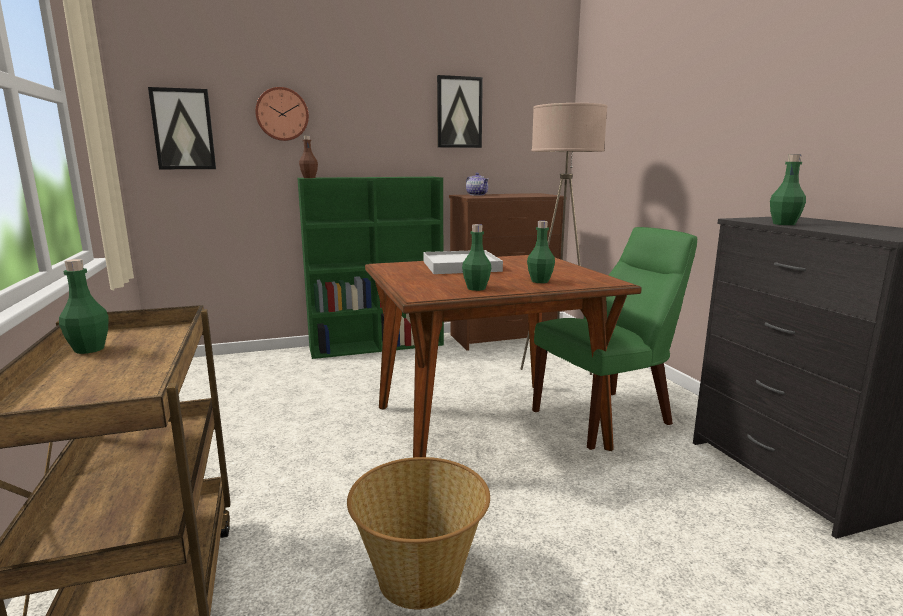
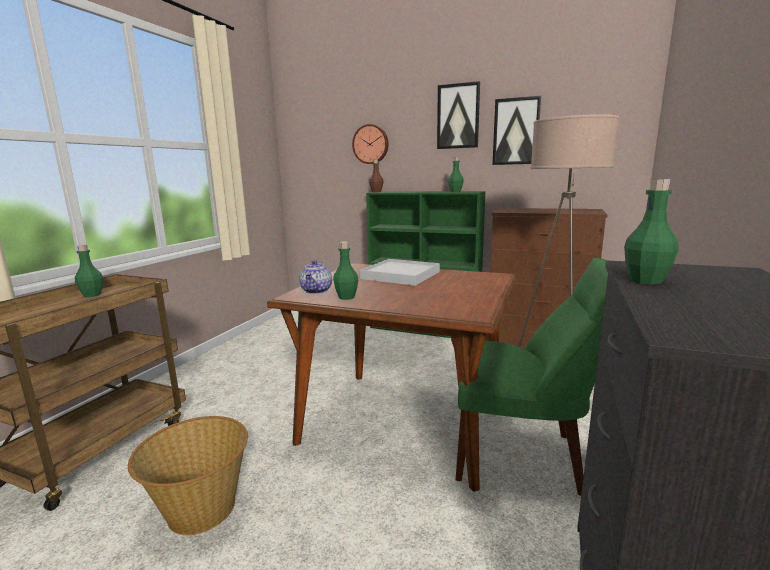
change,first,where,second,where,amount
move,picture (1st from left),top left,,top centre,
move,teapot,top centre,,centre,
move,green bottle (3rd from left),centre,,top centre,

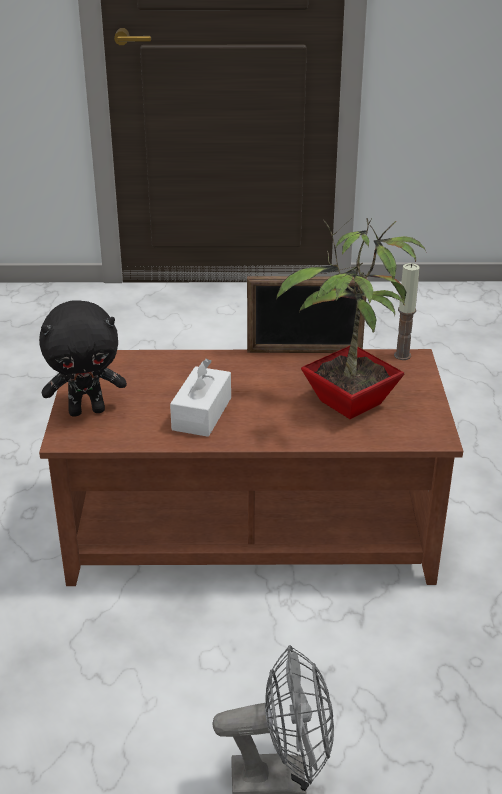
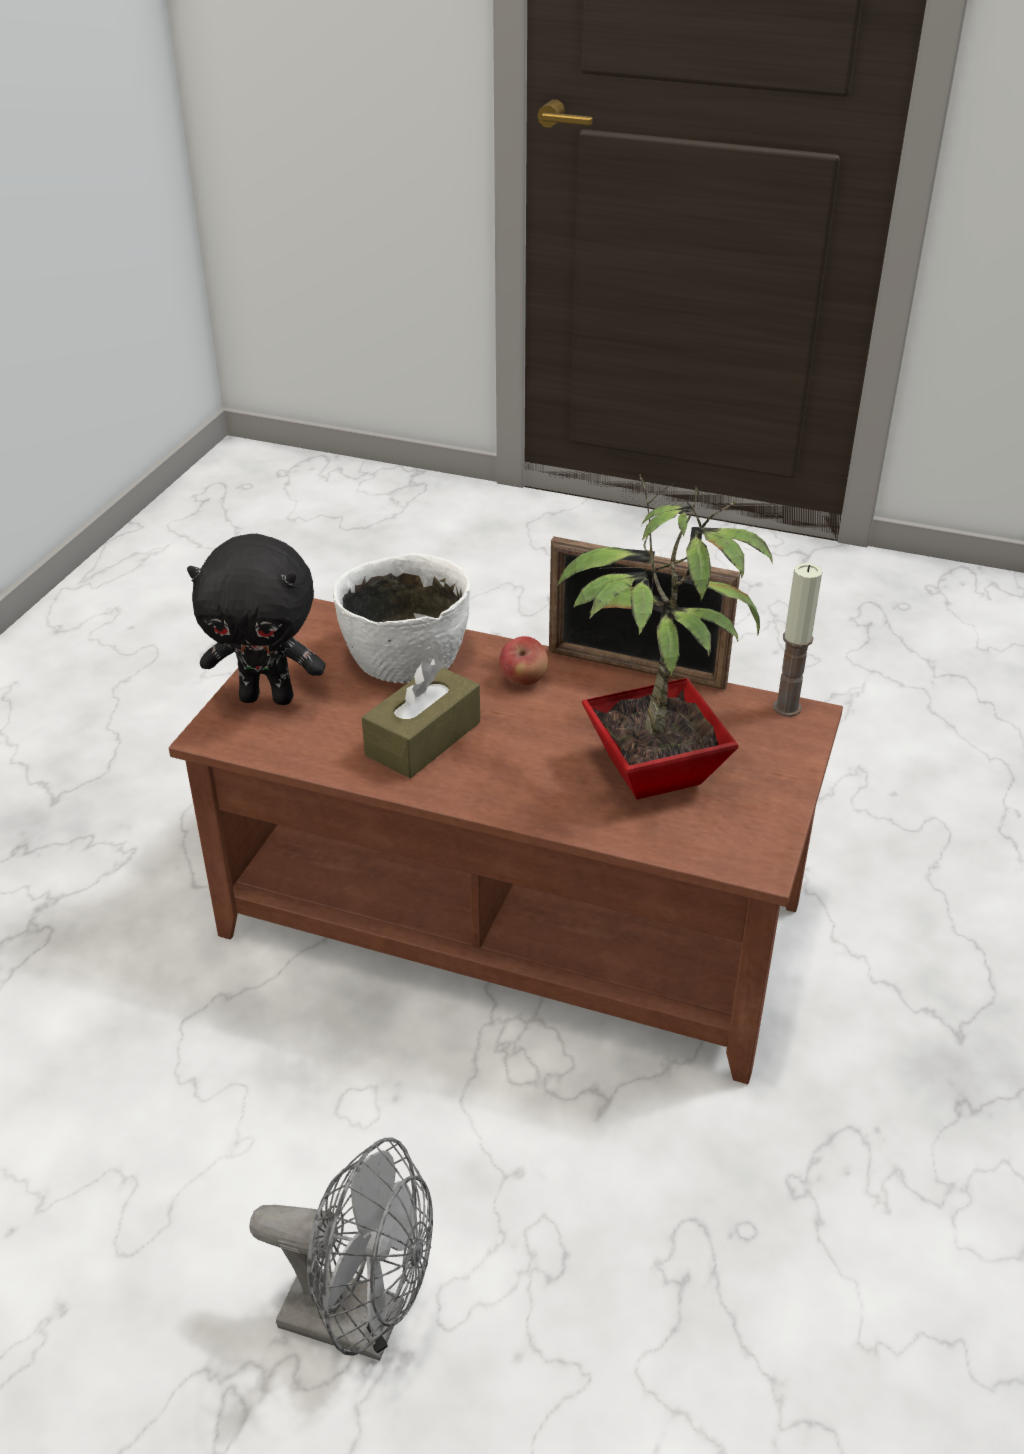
change,first,where,second,where,amount
recolor,white tissue box,centre,brown tissue box,centre,
insert,,,white bowl,centre,
insert,,,apple,centre,

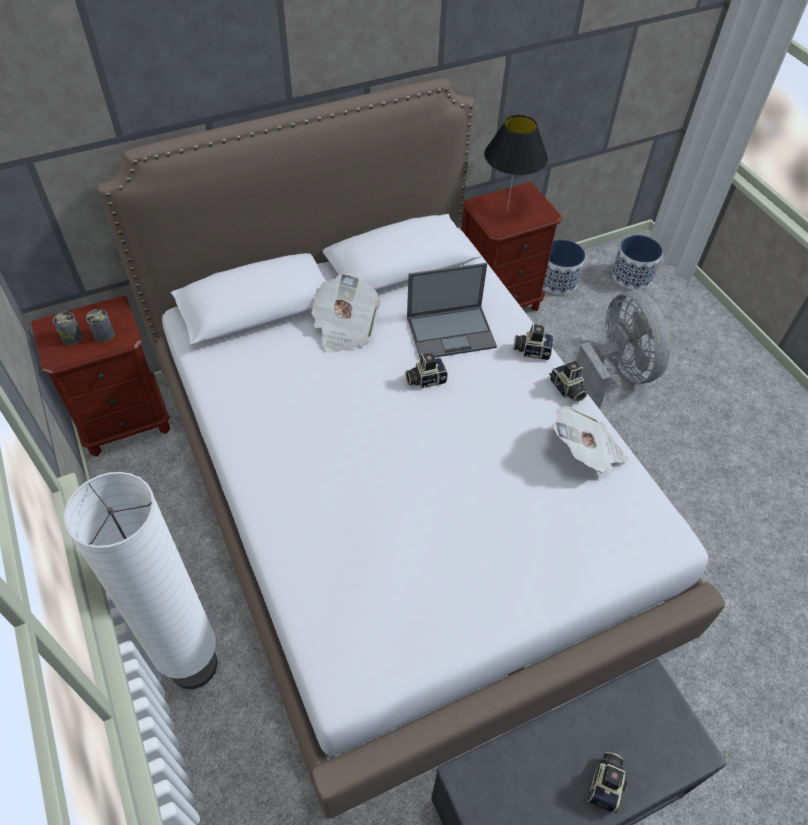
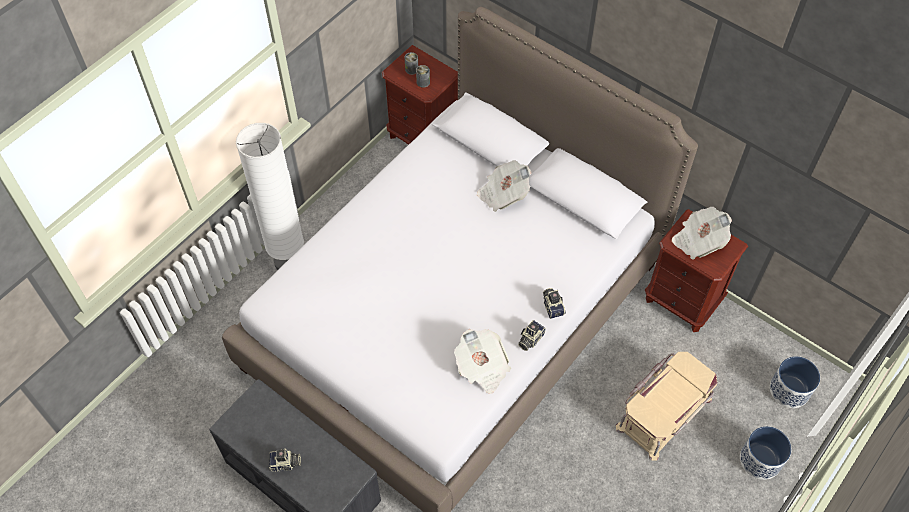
change,first,where,second,where,amount
delete,photo camera (1st from left),centre,,,
delete,laptop,centre,,,
replace,black table lamp,top centre,newspaper (3rd from left),middle right,
move,planter (1st from left),top right,,bottom right,
replace,grey fan,middle right,beige storage box,bottom right,

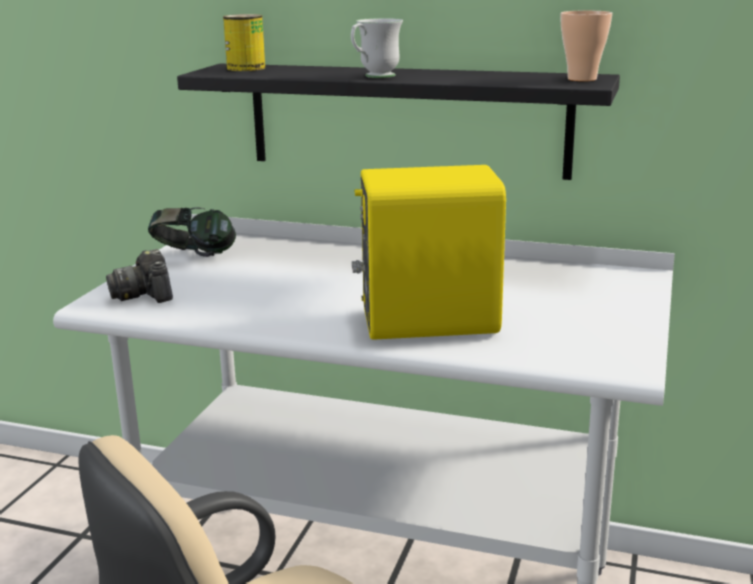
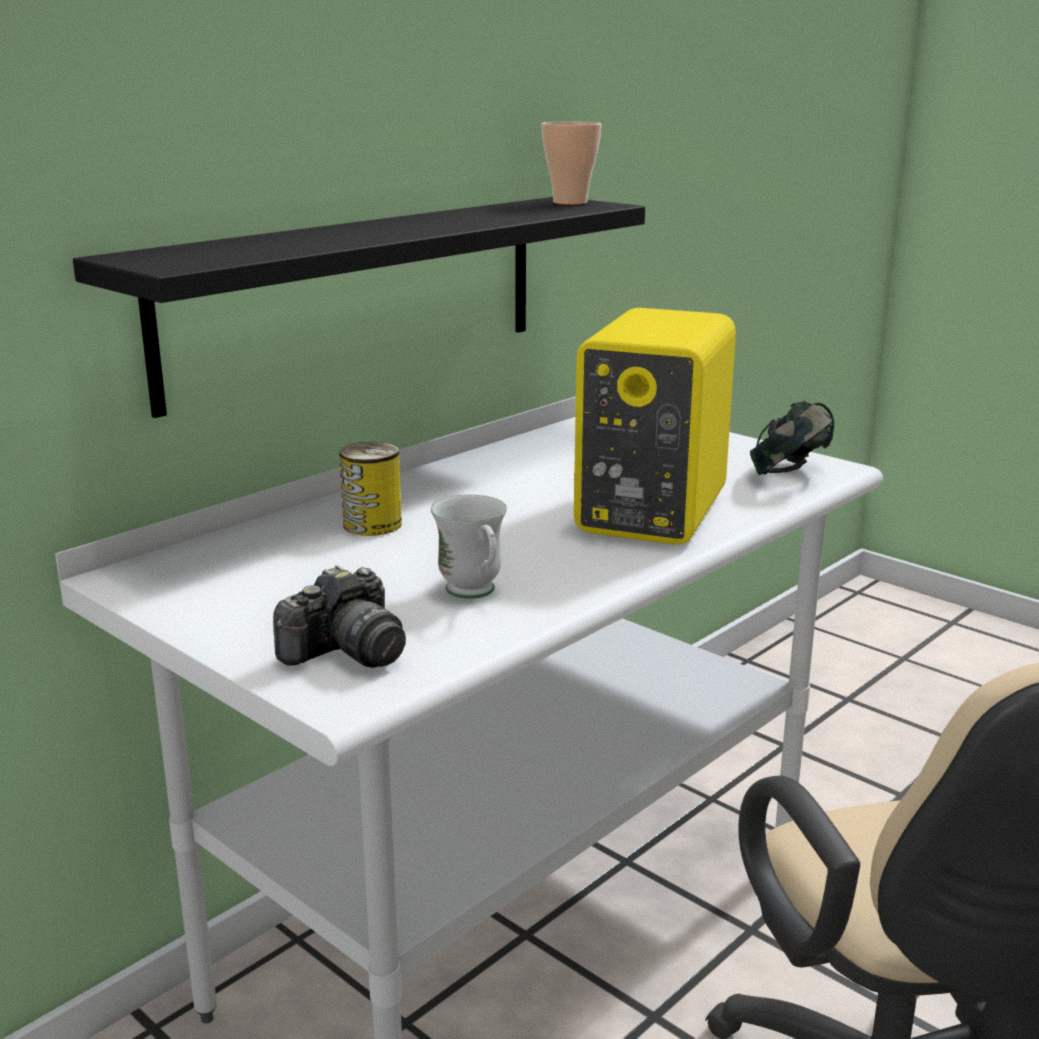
change,first,where,second,where,amount
rotate,photo camera,middle left,,middle left,45 degrees counterclockwise
move,headphones,middle left,,middle right,
move,can,top left,,centre,
move,white mug,top centre,,centre,

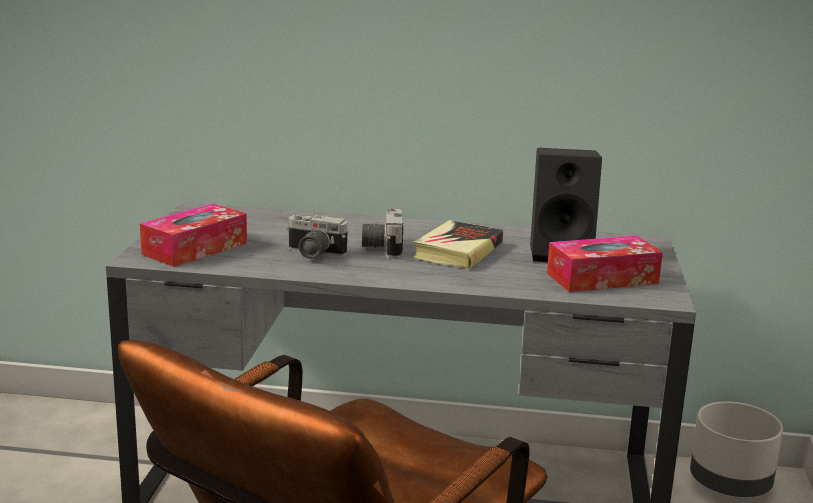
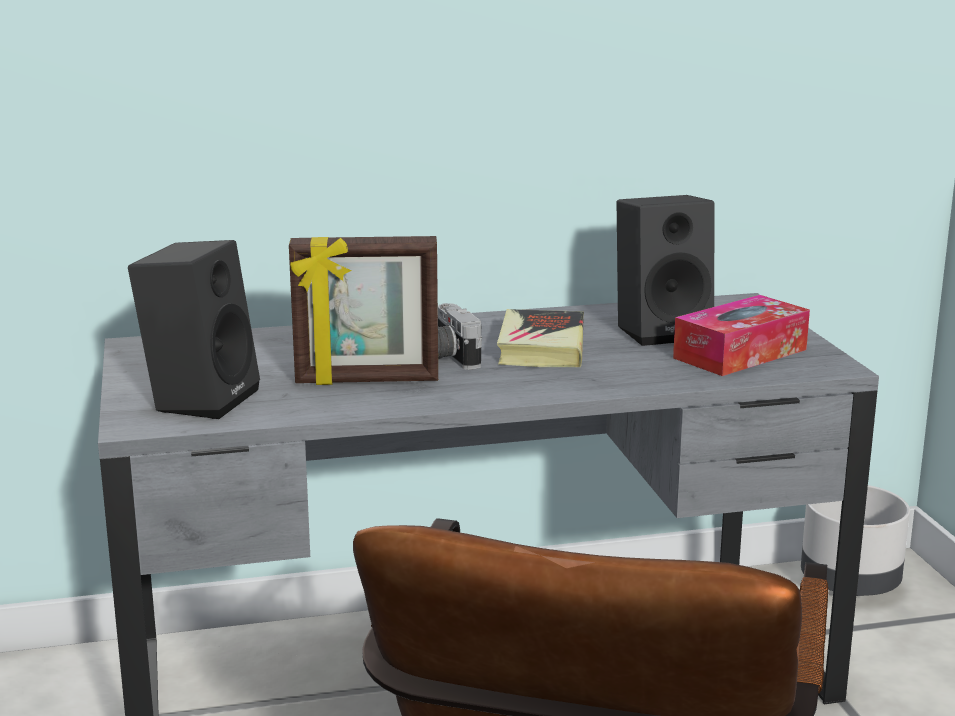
change,first,where,second,where,amount
replace,tissue box (1st from left),middle left,black speaker (1st from left),middle left,
replace,photo camera (1st from left),centre,picture frame,centre,

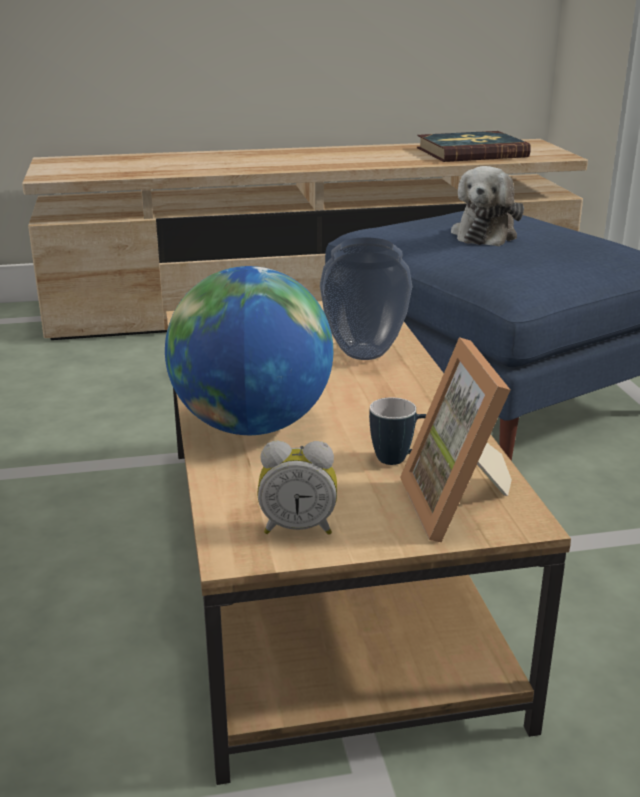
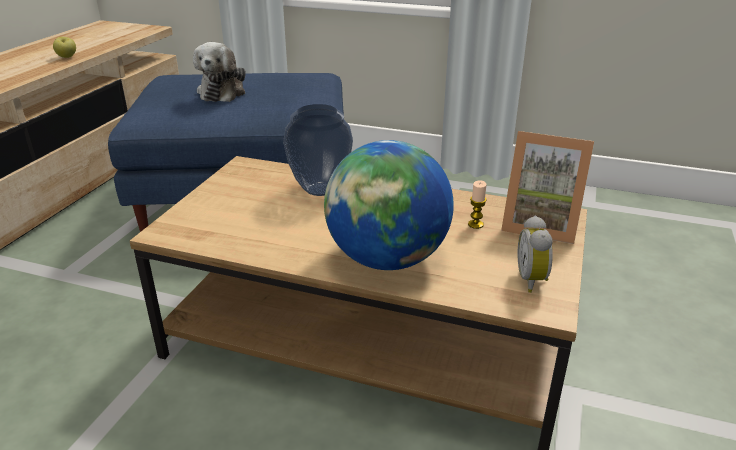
change,first,where,second,where,amount
rotate,alarm clock,centre,,middle right,150 degrees clockwise
replace,mug,centre,candle,centre,
delete,book,top right,,,
rotate,plush toy,top right,,top left,45 degrees clockwise
insert,,,apple,top left,

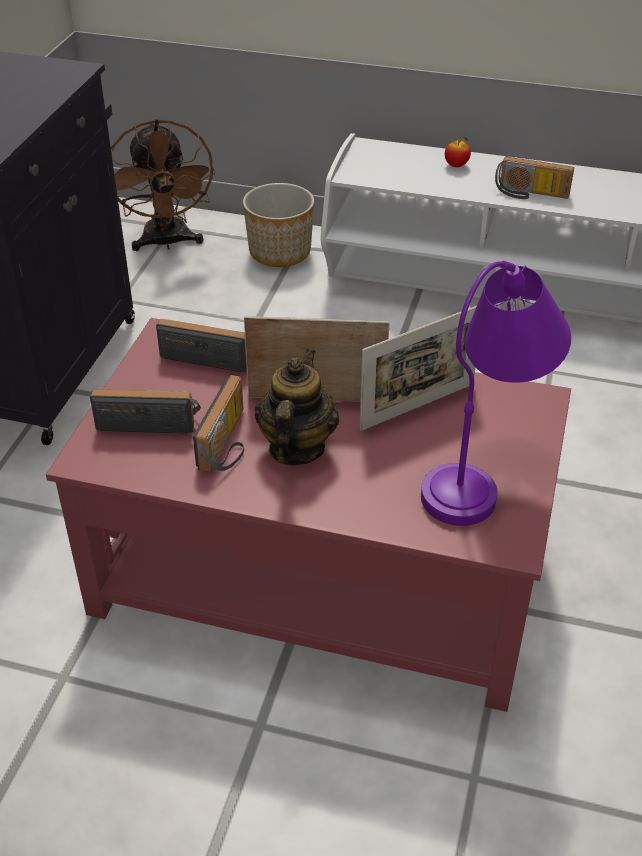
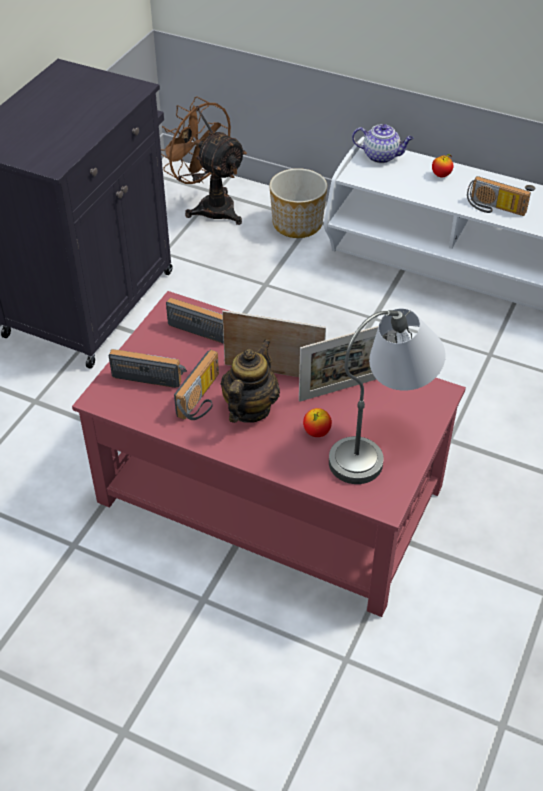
change,first,where,second,where,amount
rotate,brown fan,top left,,top centre,135 degrees clockwise
recolor,purple table lamp,middle right,grey table lamp,middle right,
insert,,,apple (1st from left),centre,
insert,,,teapot (2nd from left),top right,

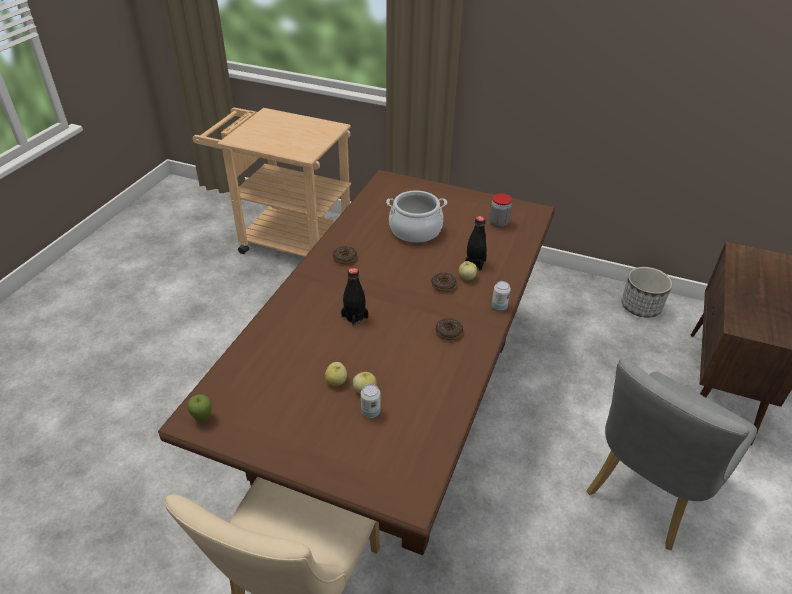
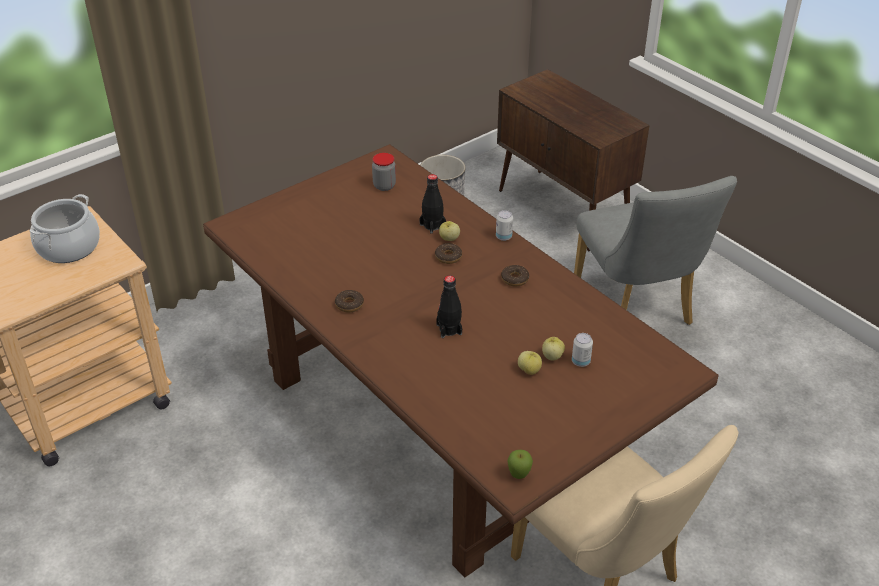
change,first,where,second,where,amount
move,cooking pot,centre,,middle left,

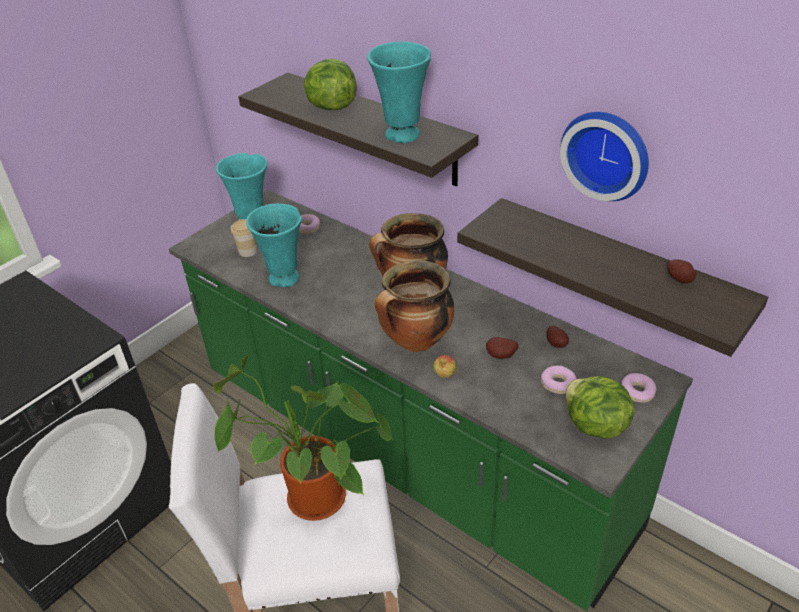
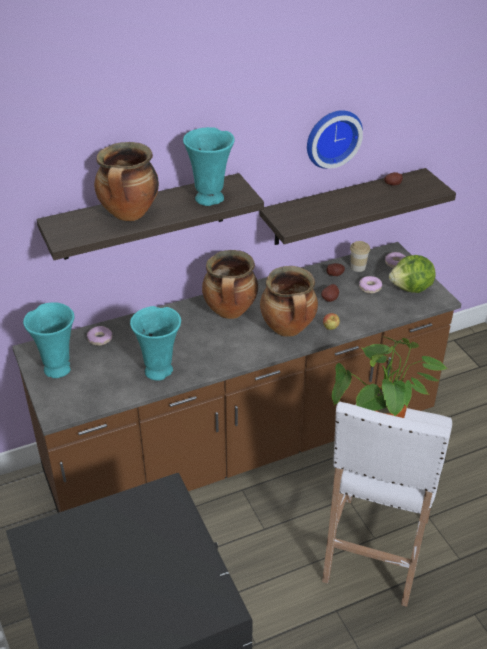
change,first,where,second,where,amount
recolor,green counter,centre,brown counter,centre,
move,cup,middle left,,middle right,
replace,lettuce (1st from left),top centre,cooking pot (1st from left),top left,

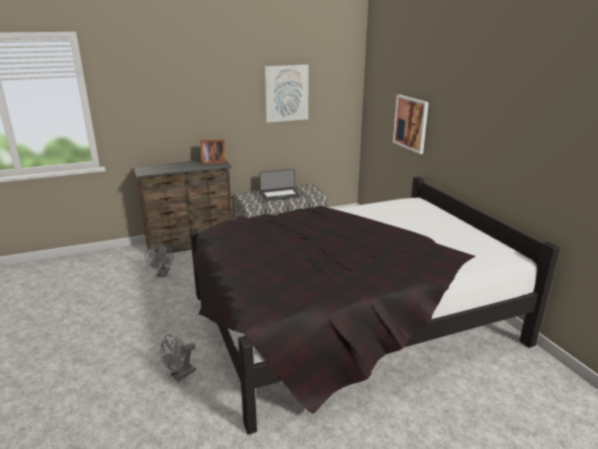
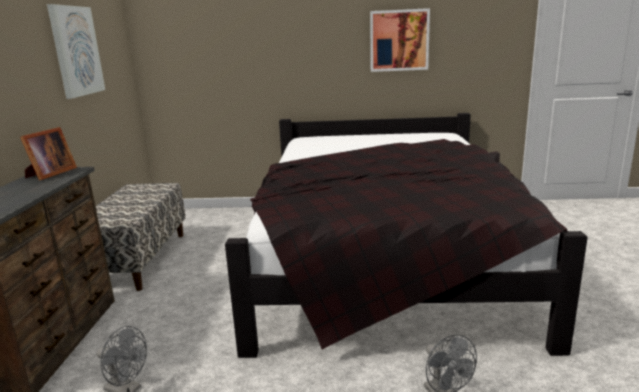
change,first,where,second,where,amount
delete,laptop,centre,,,
move,picture (2nd from left),top right,,top centre,

